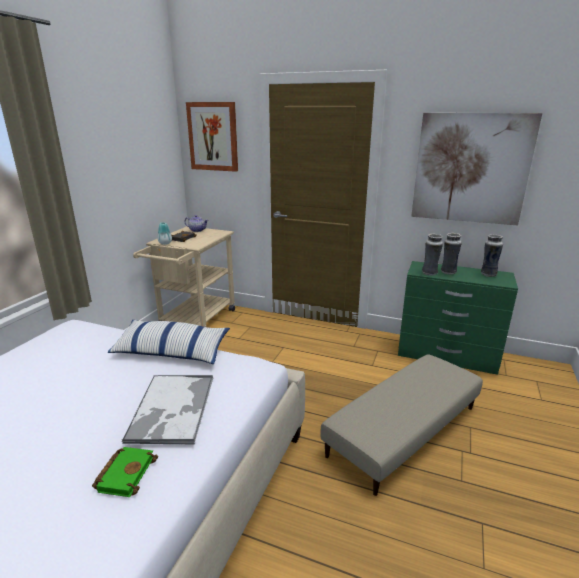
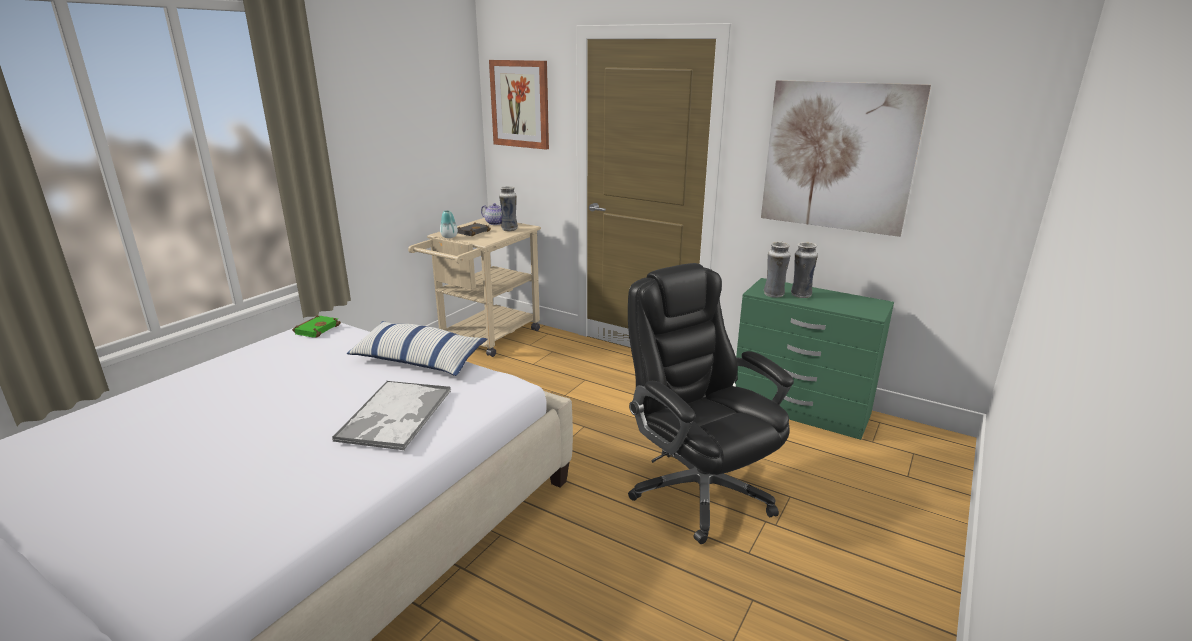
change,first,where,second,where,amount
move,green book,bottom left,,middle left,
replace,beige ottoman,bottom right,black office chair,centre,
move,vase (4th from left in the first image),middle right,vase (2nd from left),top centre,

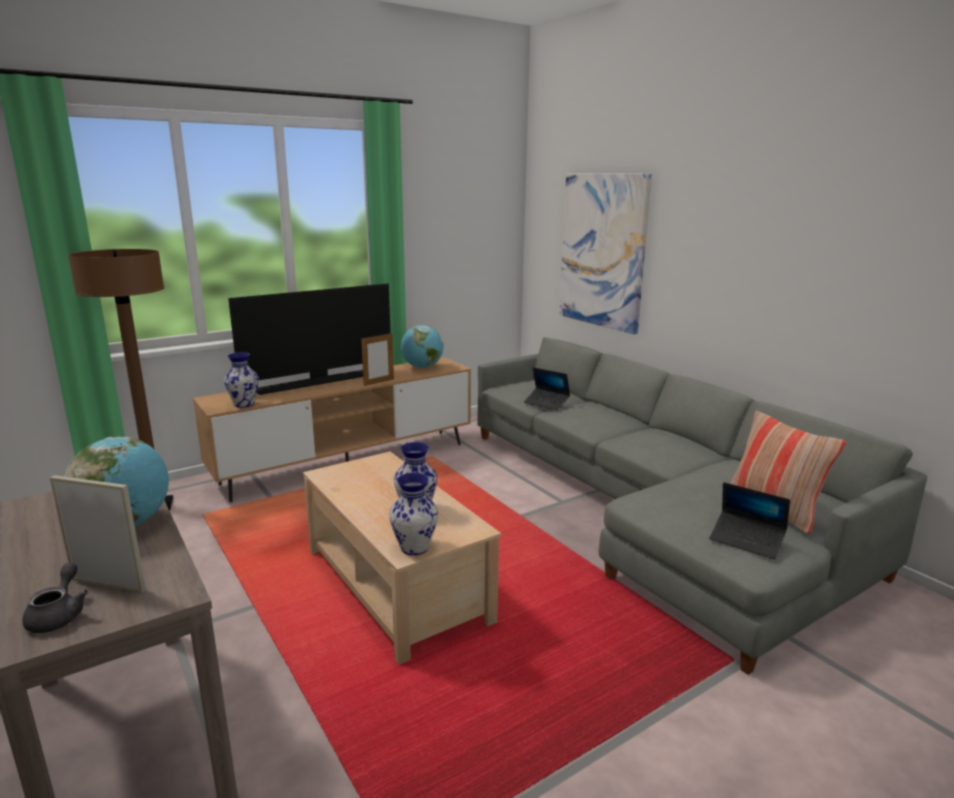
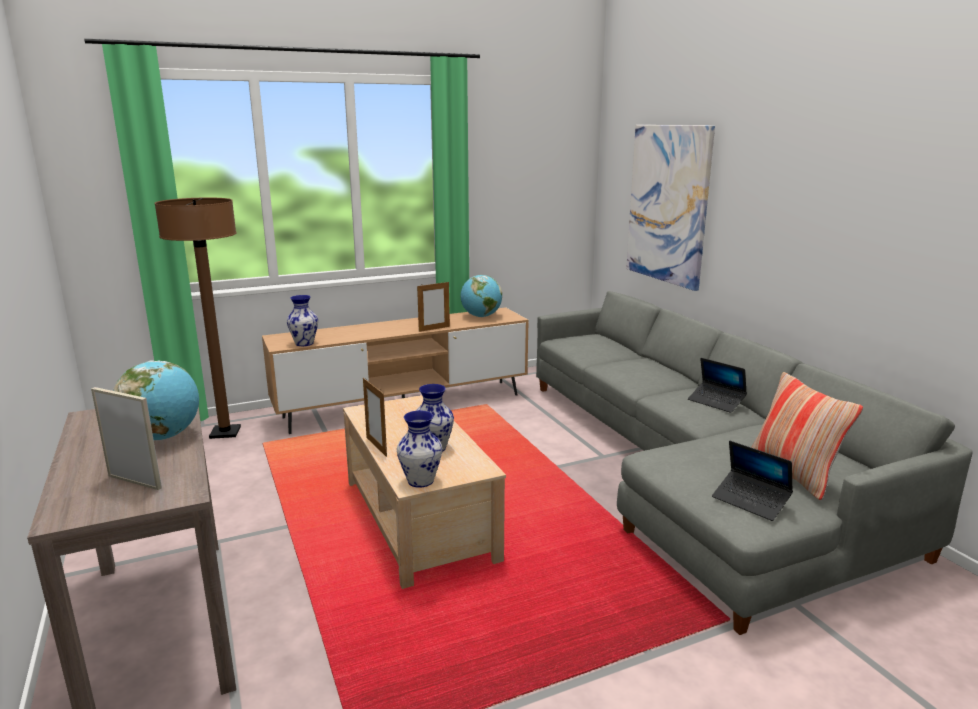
change,first,where,second,where,amount
delete,grey teapot,bottom left,,,
delete,television,middle left,,,
move,laptop (1st from left),centre,,middle right,
insert,,,picture frame (2nd from left),centre,

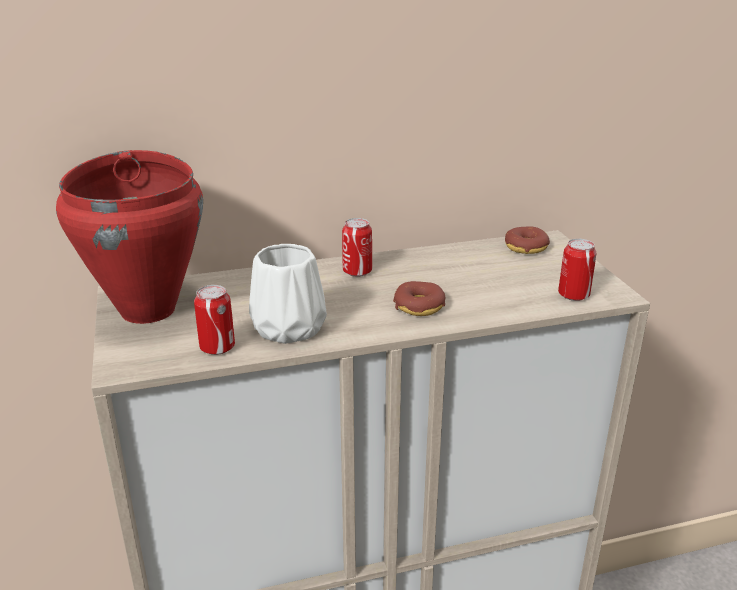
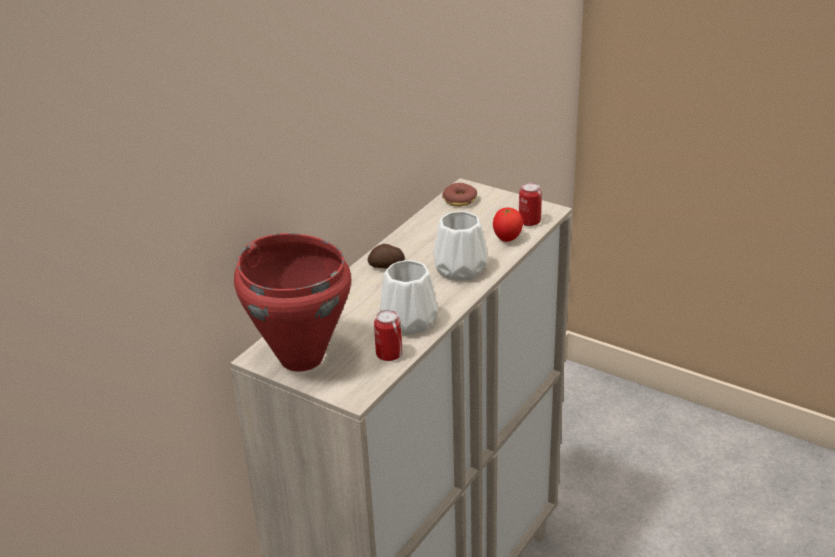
change,first,where,second,where,amount
replace,can (2nd from left),centre,potato,centre,
replace,donut (1st from left),centre,white vase (2nd from left),centre,
insert,,,tomato,centre,

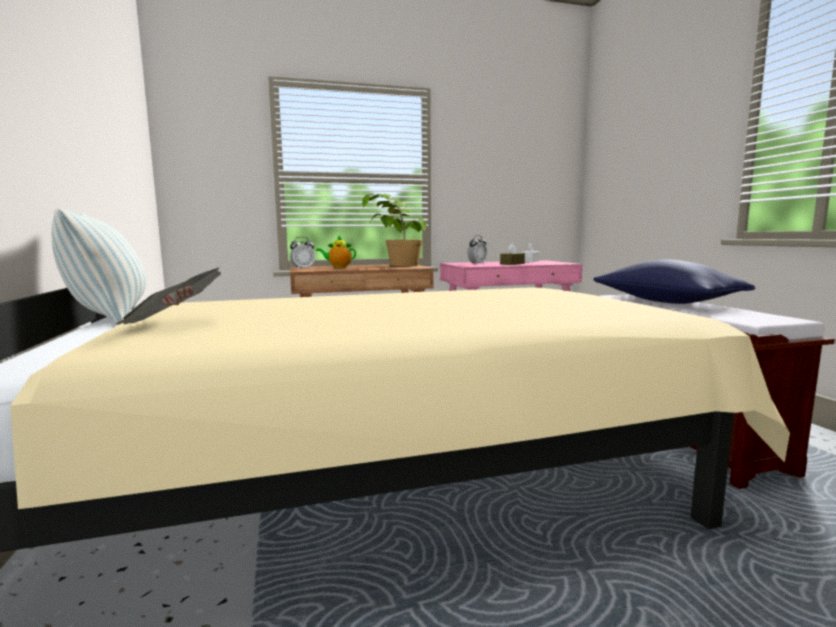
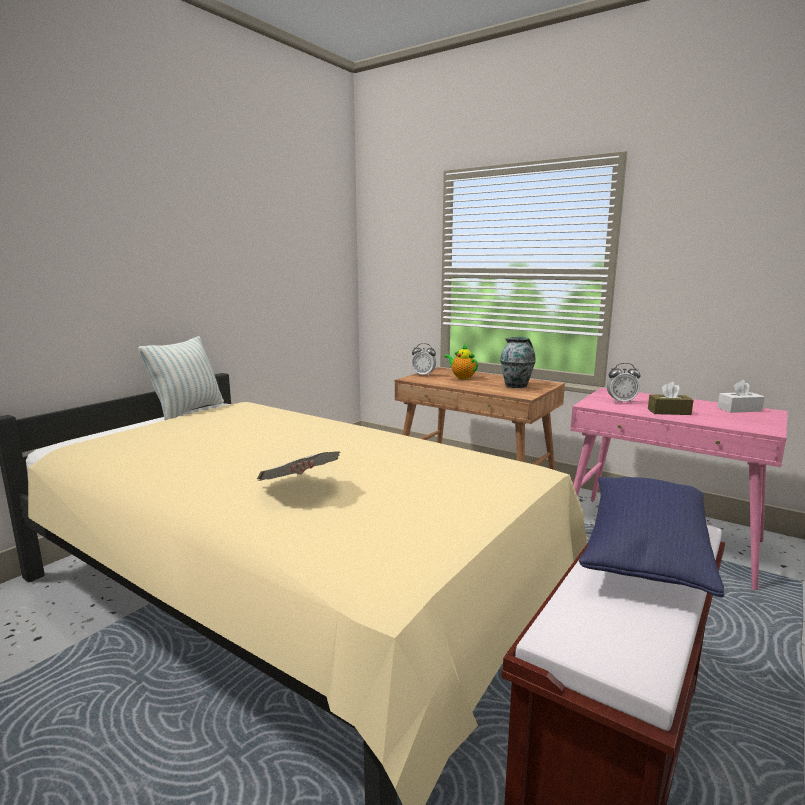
change,first,where,second,where,amount
move,newspaper,middle left,,centre,
replace,potted plant,centre,vase,centre,

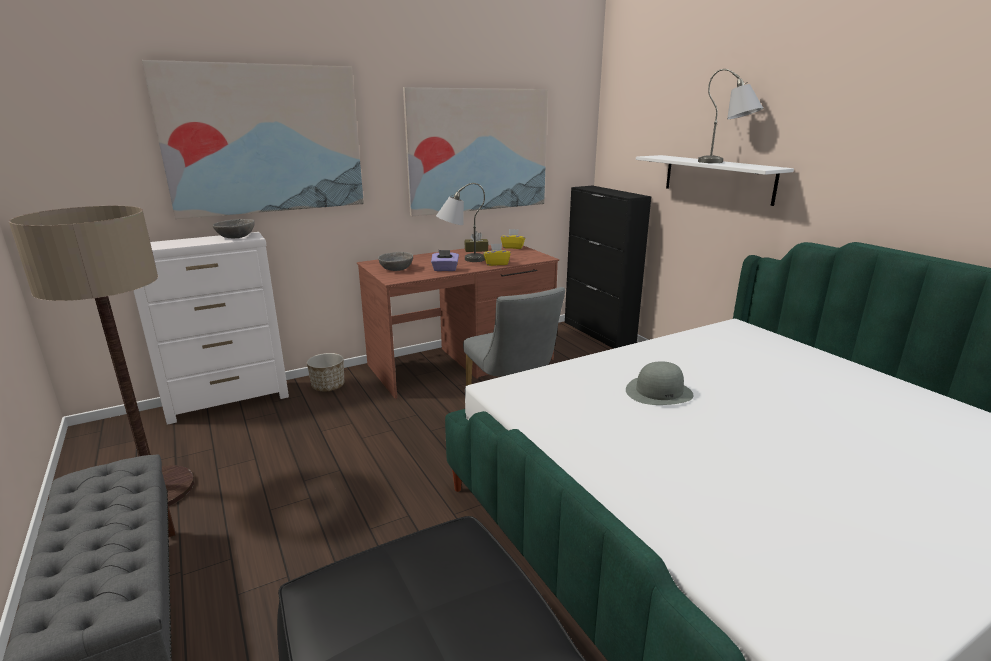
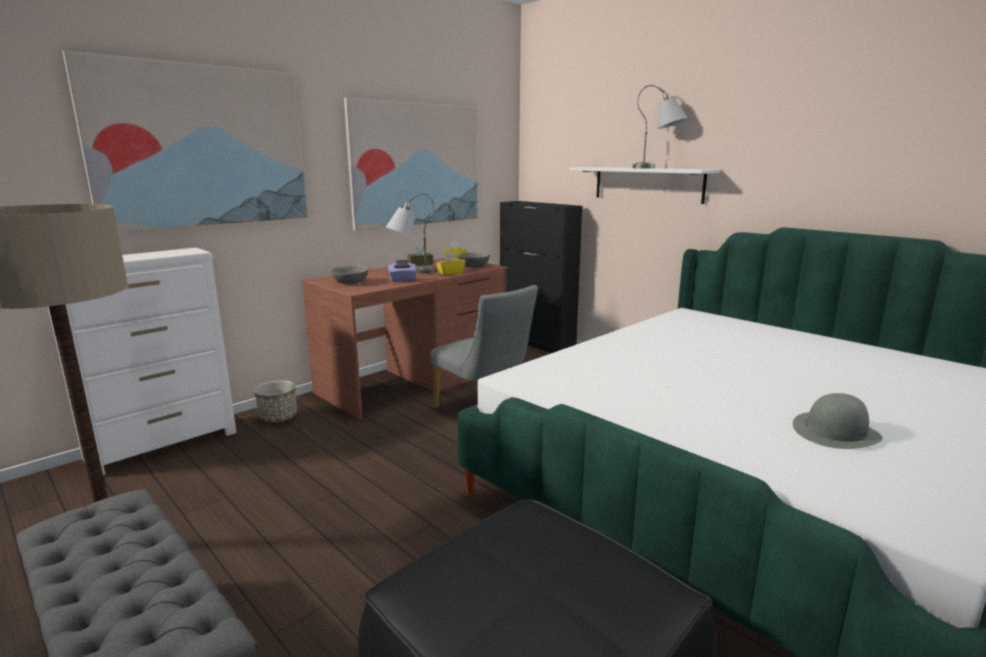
change,first,where,second,where,amount
move,grey bowl (1st from left in the first image),middle left,grey bowl (2nd from left),centre,
move,grey hat,centre,,middle right,

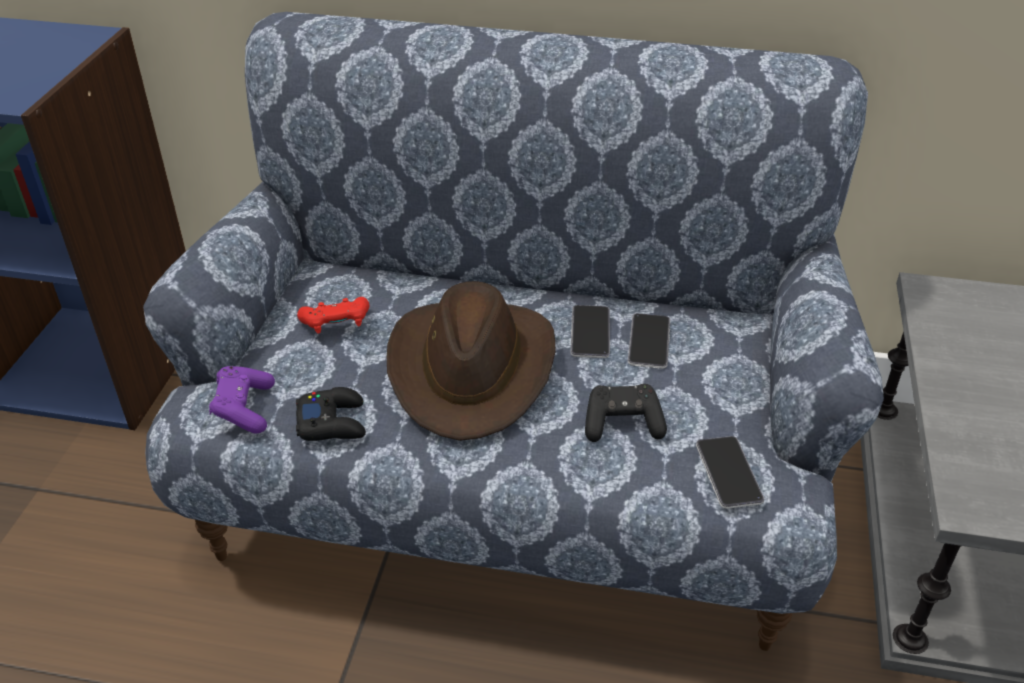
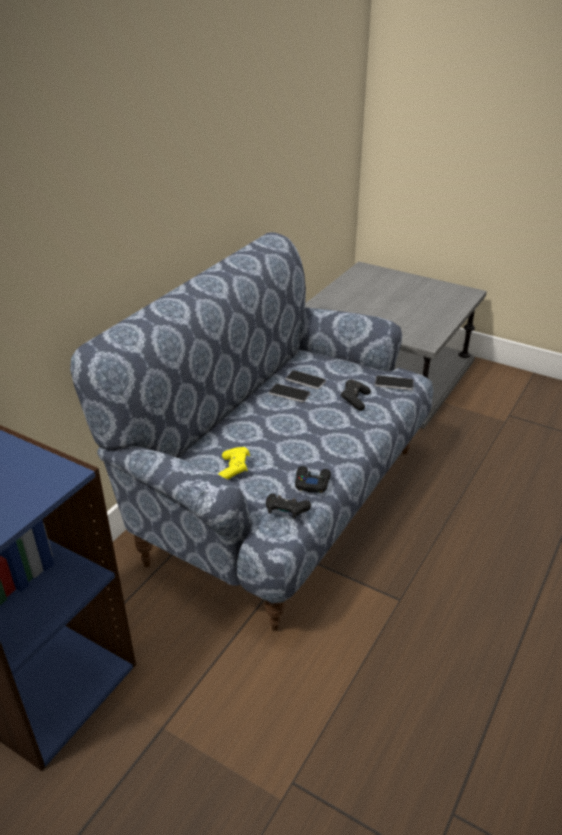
change,first,where,second,where,amount
recolor,purple game controller,middle left,black game controller (1st from left),centre,
recolor,red game controller,middle left,yellow game controller,centre,
delete,brown hat,centre,,,

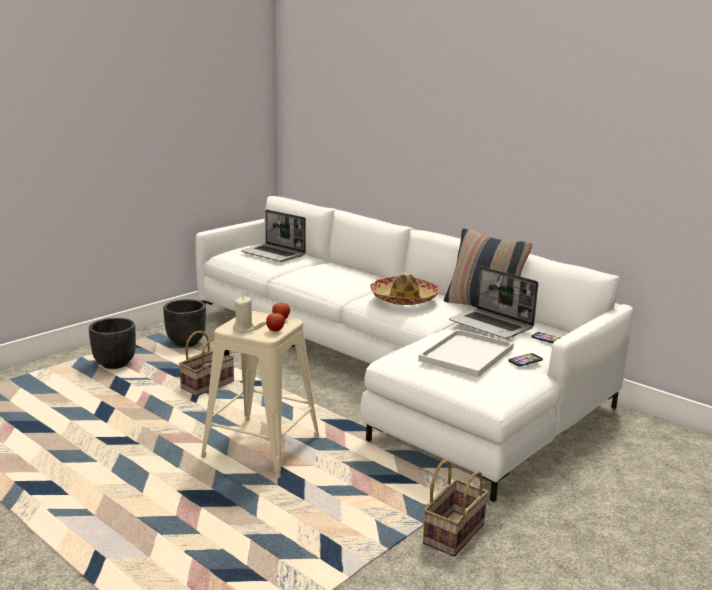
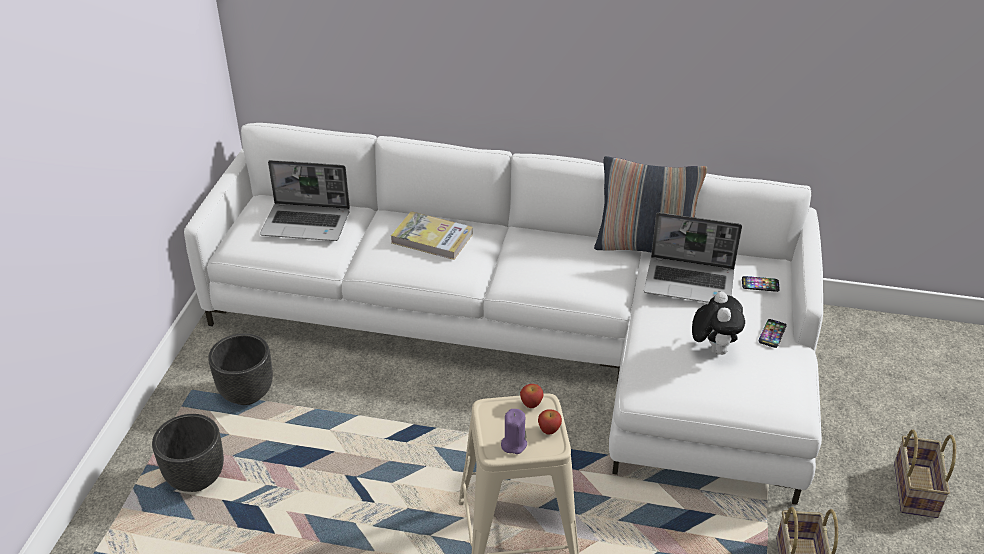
change,first,where,second,where,amount
move,basket (1st from left in the first image),middle left,basket (2nd from left),bottom right,
recolor,beige candle,centre,purple candle,bottom centre,
delete,hat,centre,,,
replace,white tray,centre,plush toy,middle right,
insert,,,book,centre,

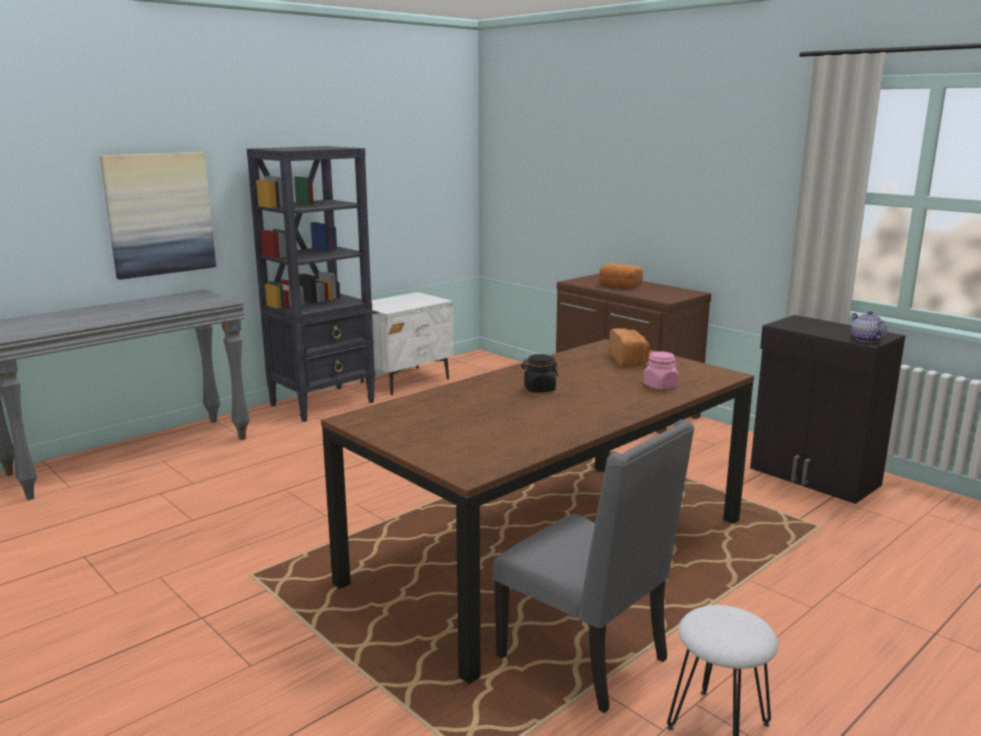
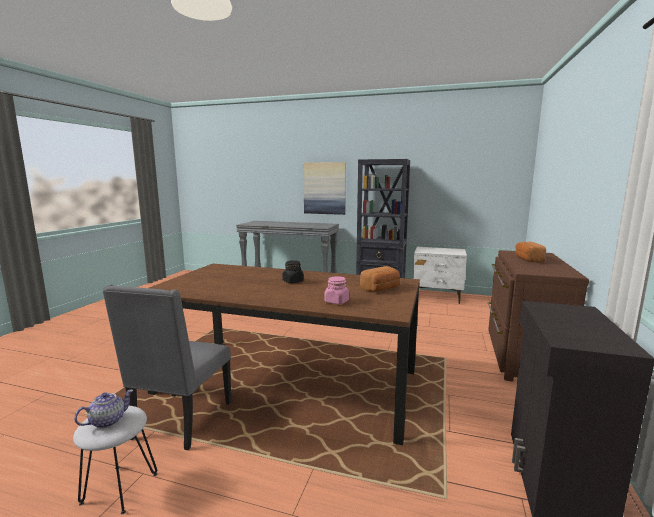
change,first,where,second,where,amount
move,teapot,middle right,,bottom left,

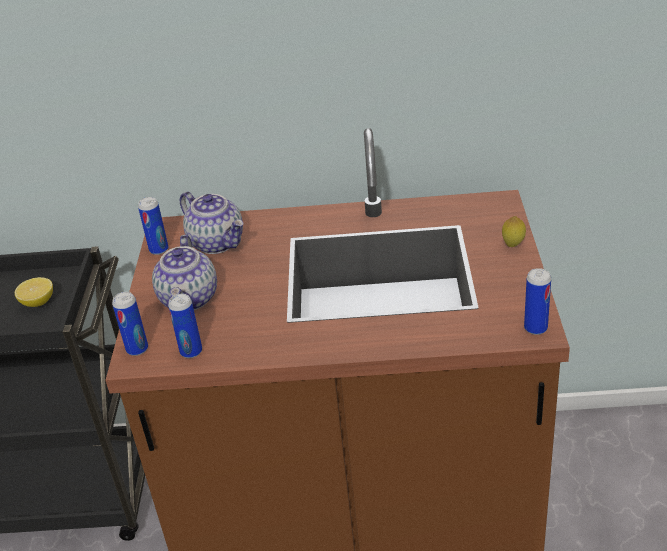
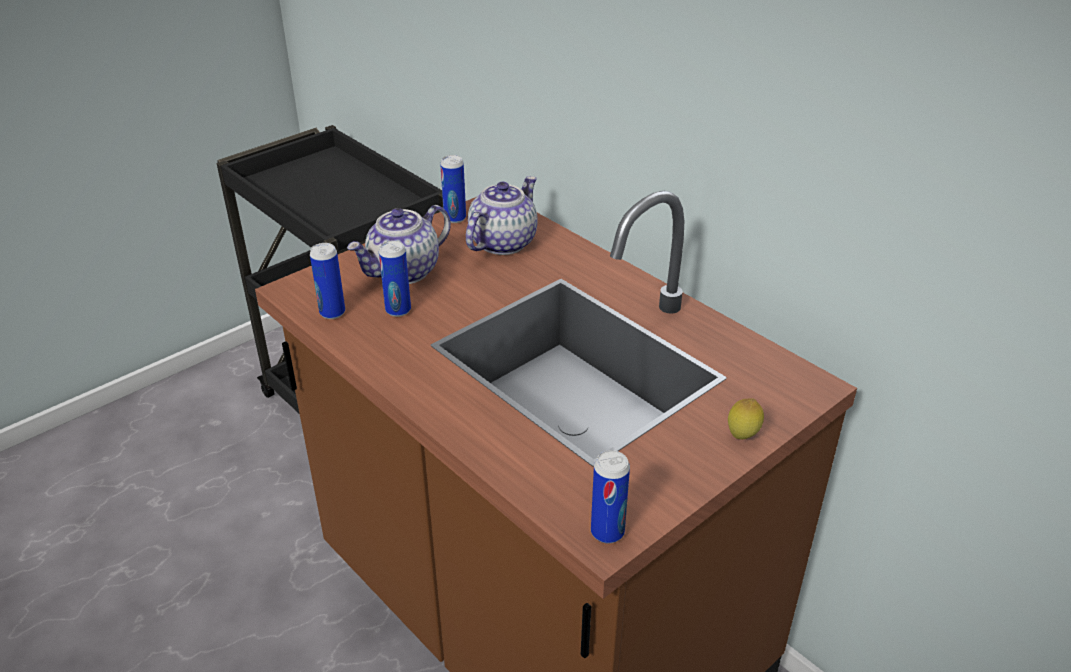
change,first,where,second,where,amount
delete,lemon (1st from left),middle left,,,
move,can (1st from left in the first image),middle left,can (2nd from left),centre,
rotate,teapot (2nd from left),middle left,,top centre,150 degrees counterclockwise

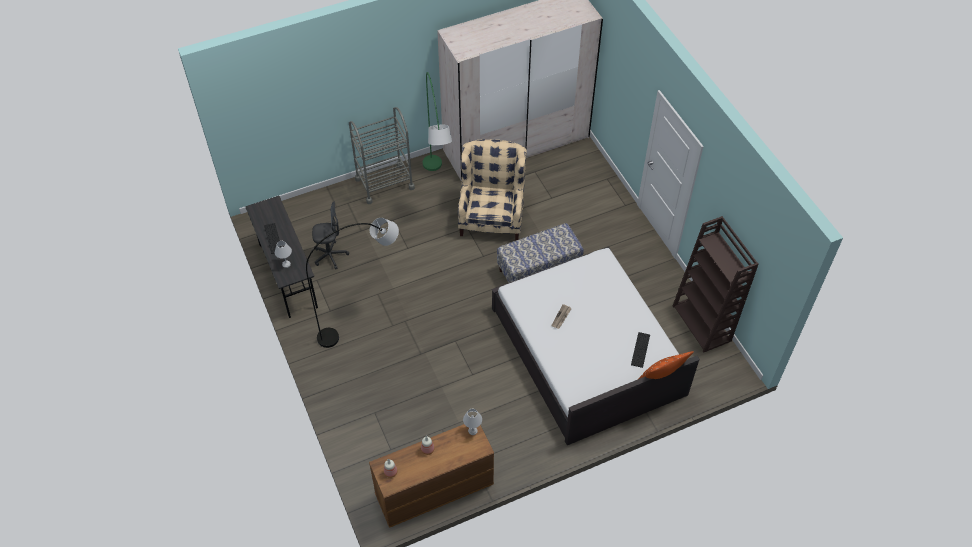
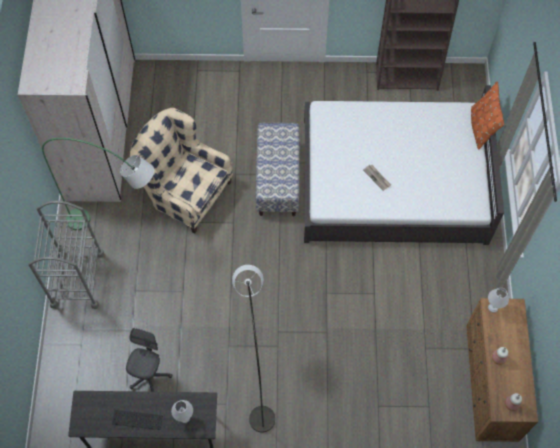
change,first,where,second,where,amount
delete,keyboard (2nd from left),centre,,,

